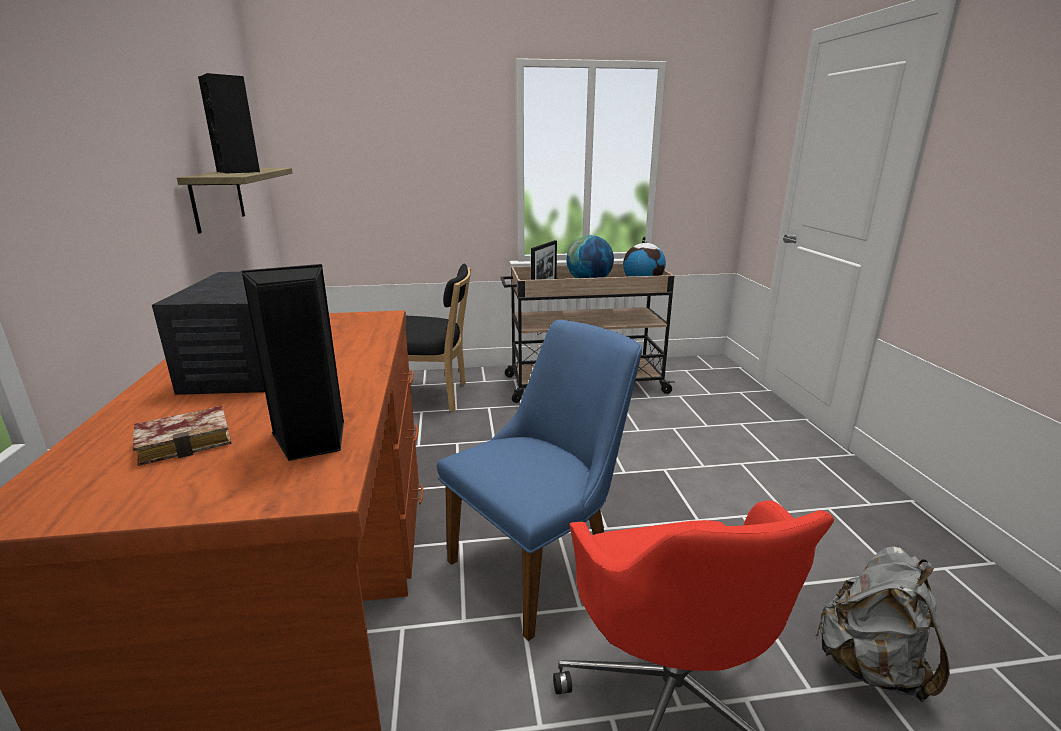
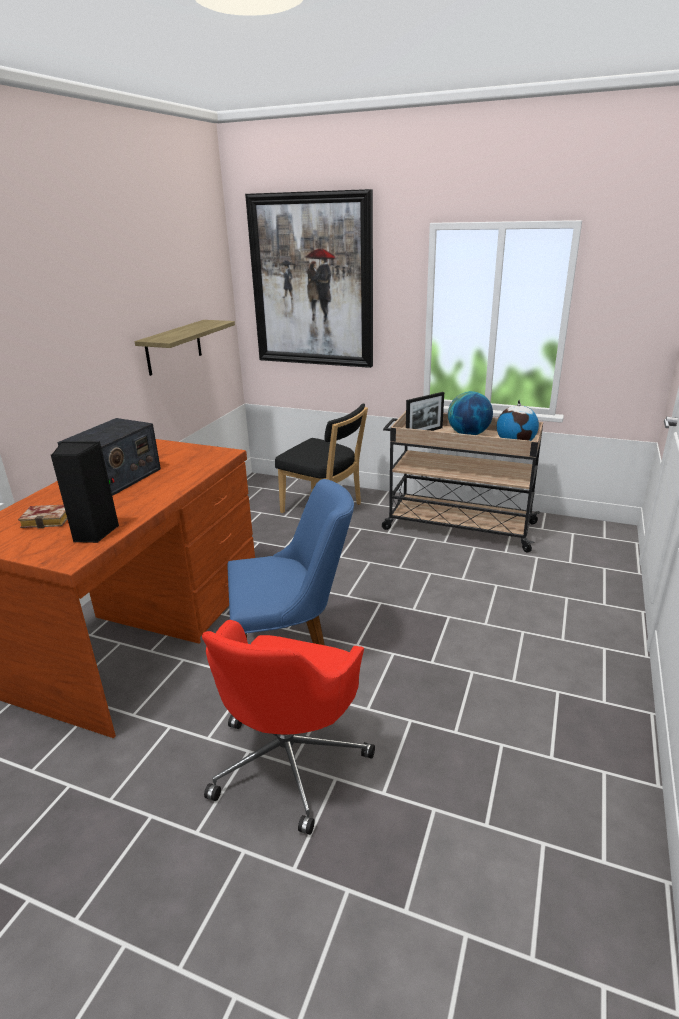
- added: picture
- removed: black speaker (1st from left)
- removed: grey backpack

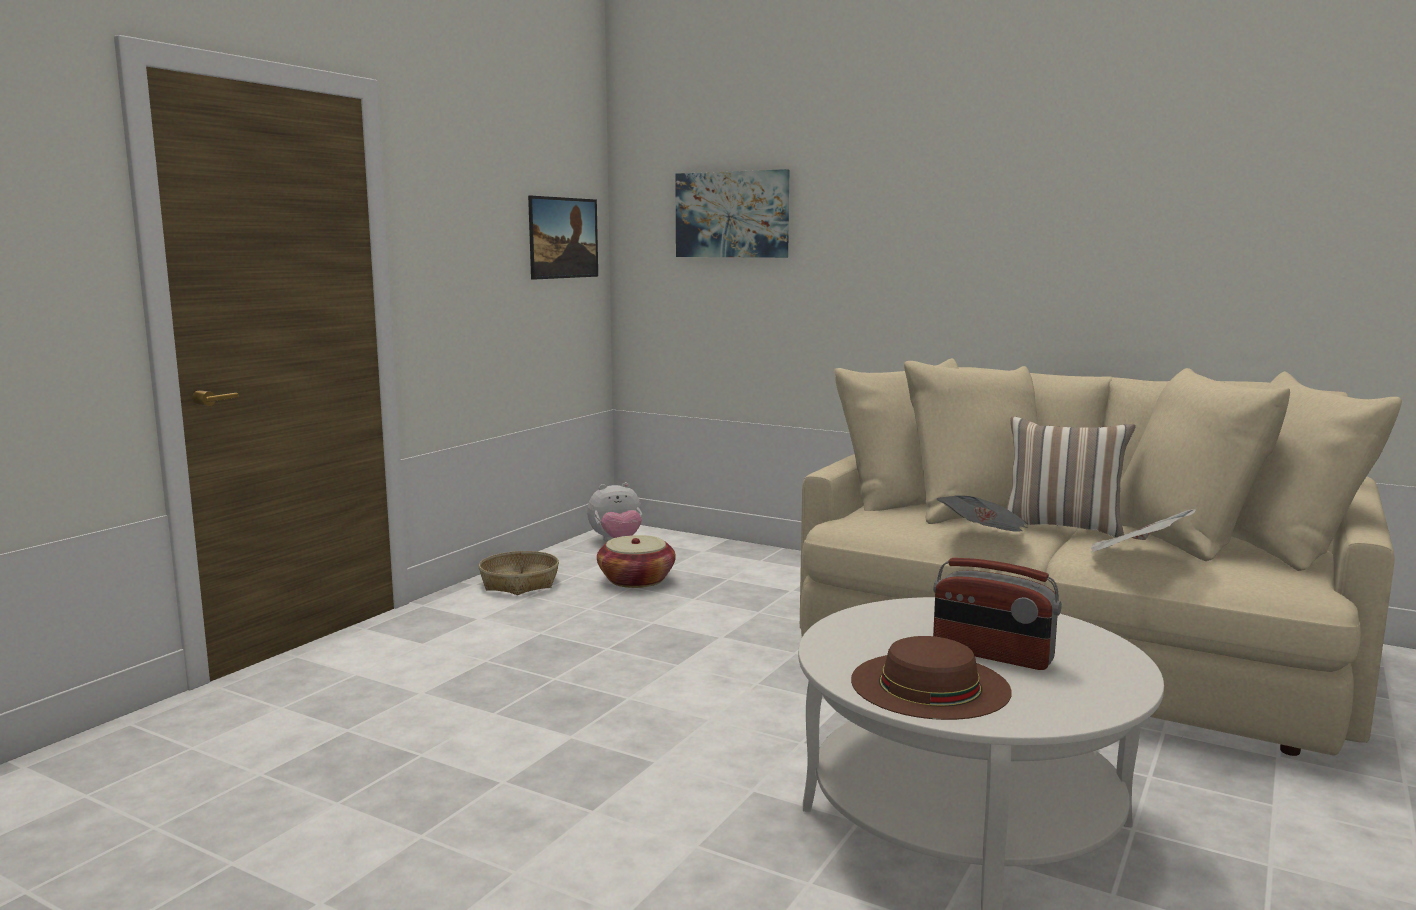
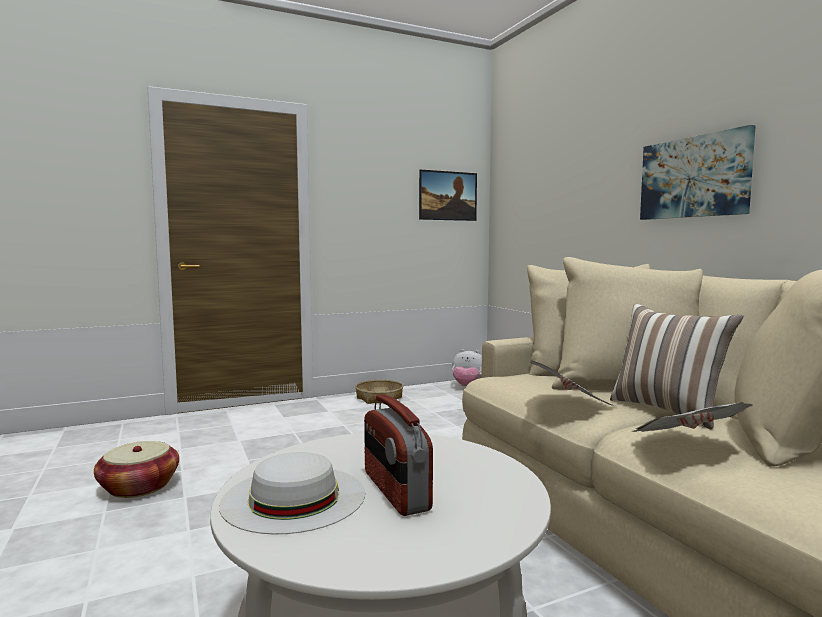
- moved: basket (2nd from left in the first image) to basket (1st from left)
- recoloured: brown hat to white hat
- moved: picture (2nd from left)

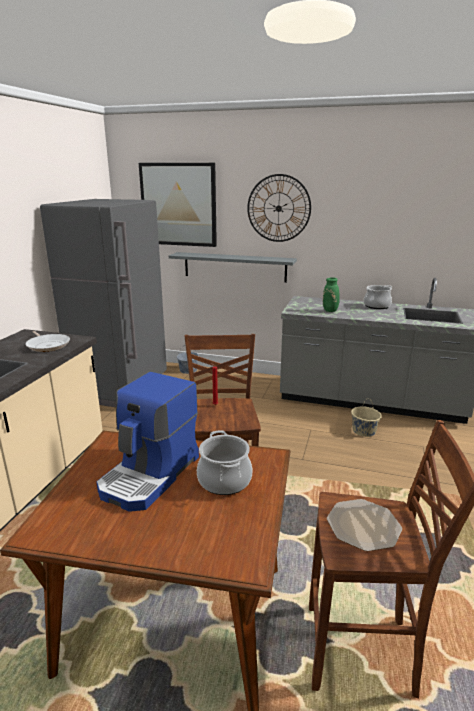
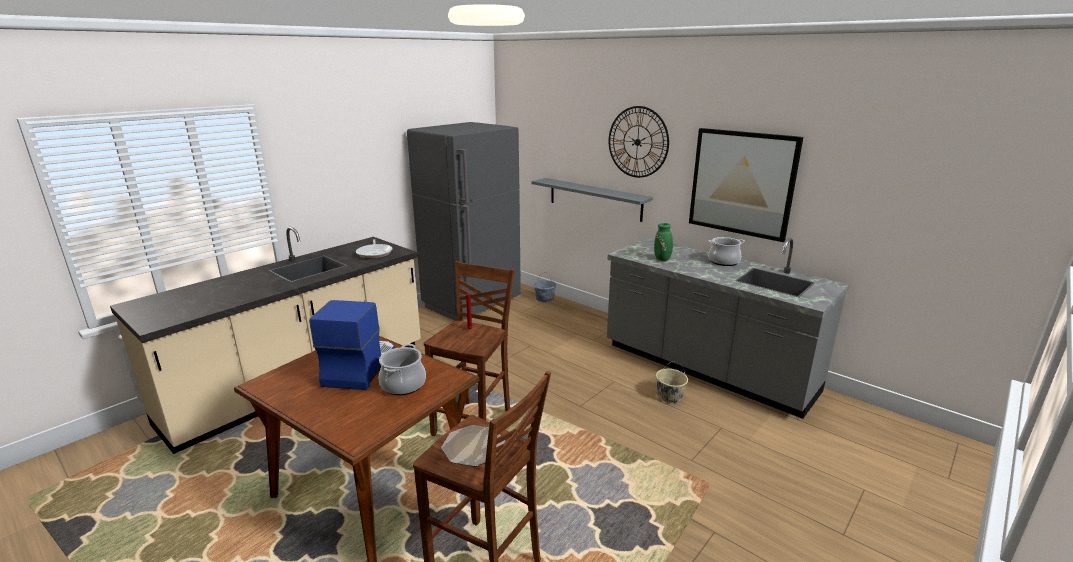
- turned: coffee machine 135 degrees clockwise
- moved: picture

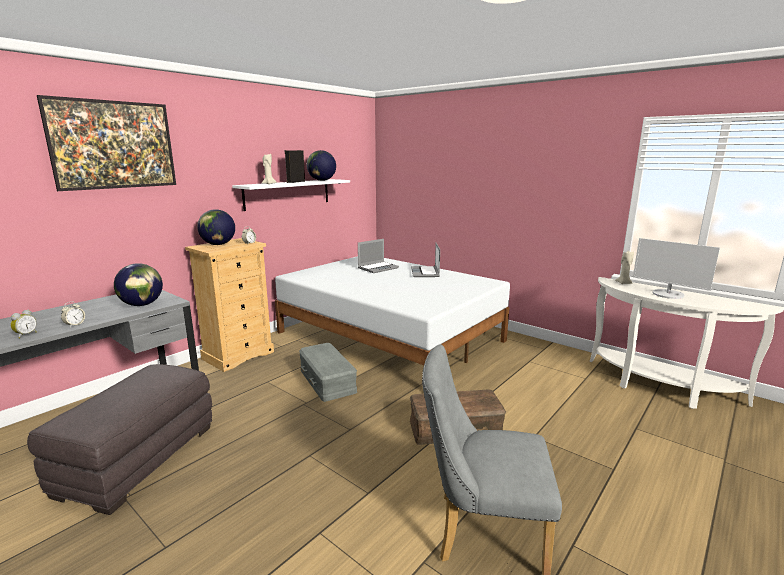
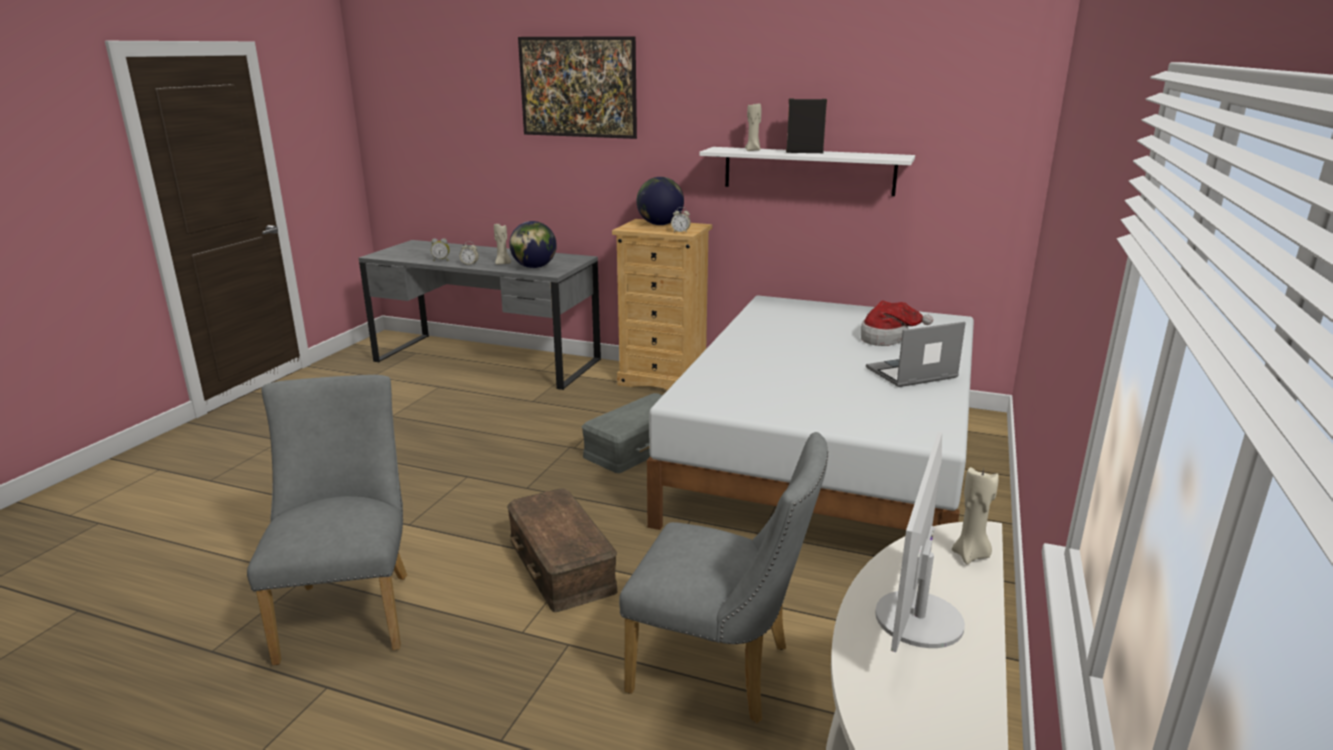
- added: beige candle (1st from left)
- added: grey chair (2nd from left)
- replaced: laptop (1st from left) to hat
- removed: grey ottoman
- removed: globe (3rd from left)

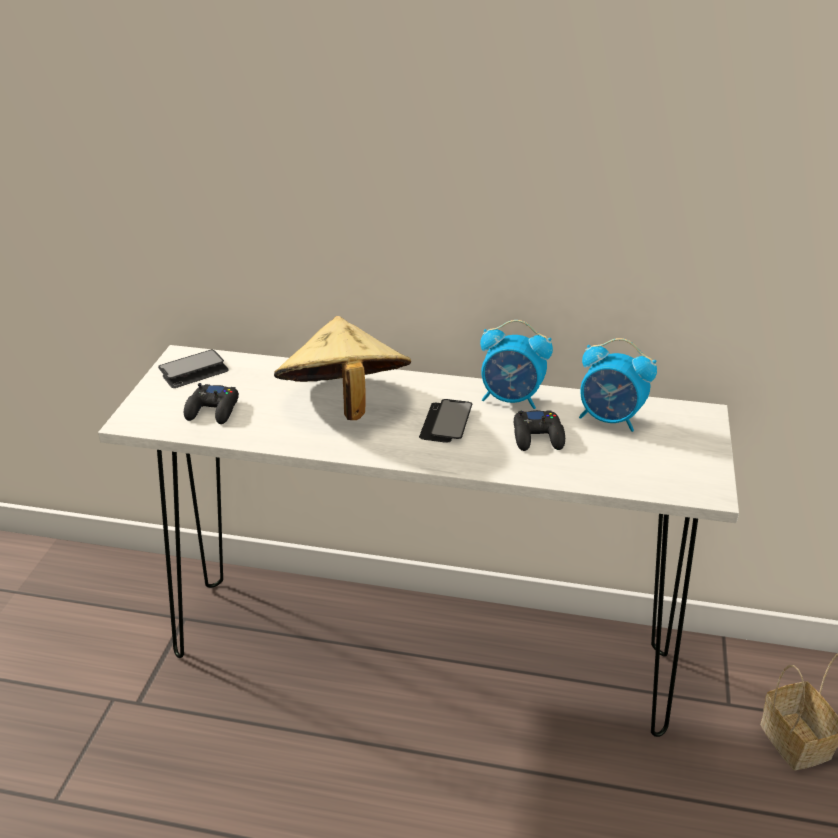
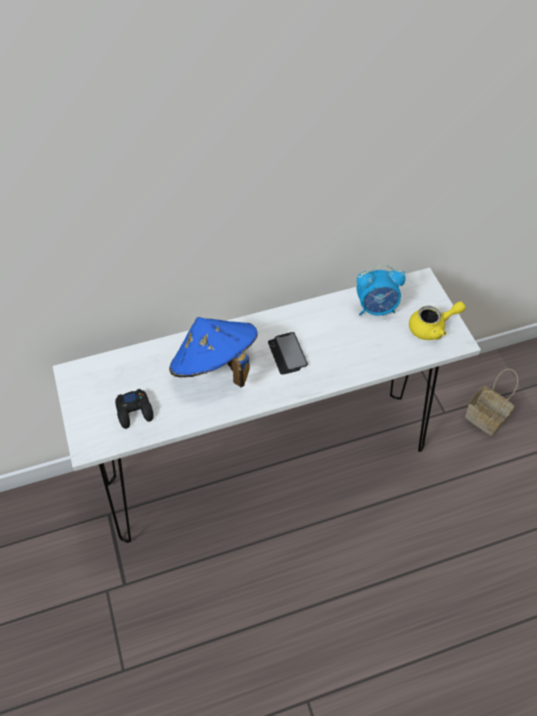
- recoloured: beige hat to blue hat
- added: yellow teapot
- removed: phone (1st from left)
- removed: alarm clock (1st from left)
- removed: black game controller (2nd from left)

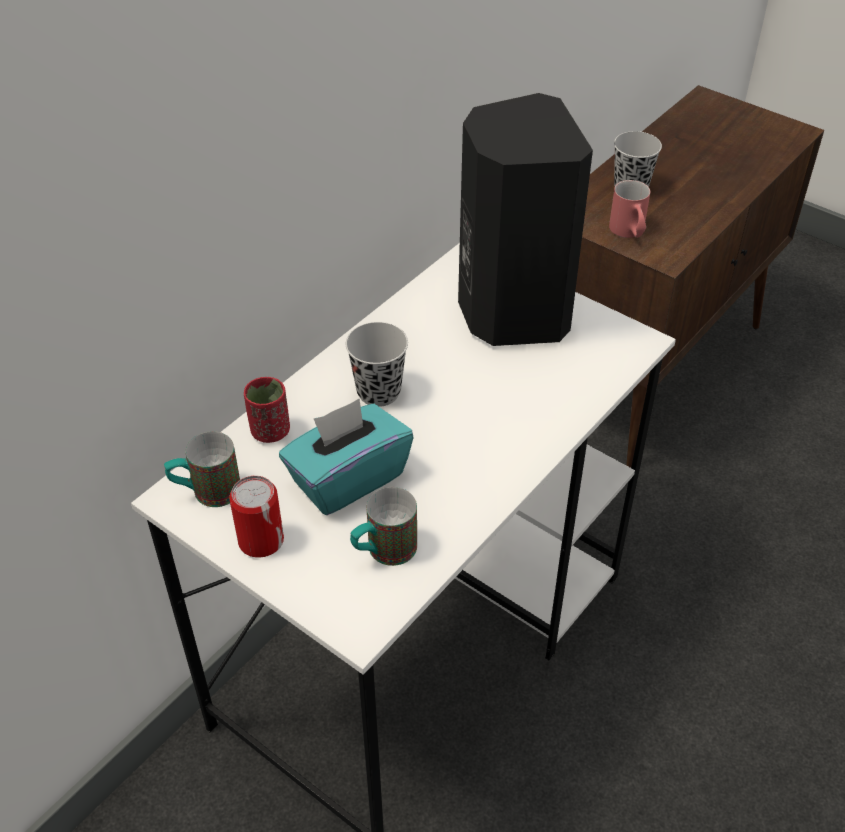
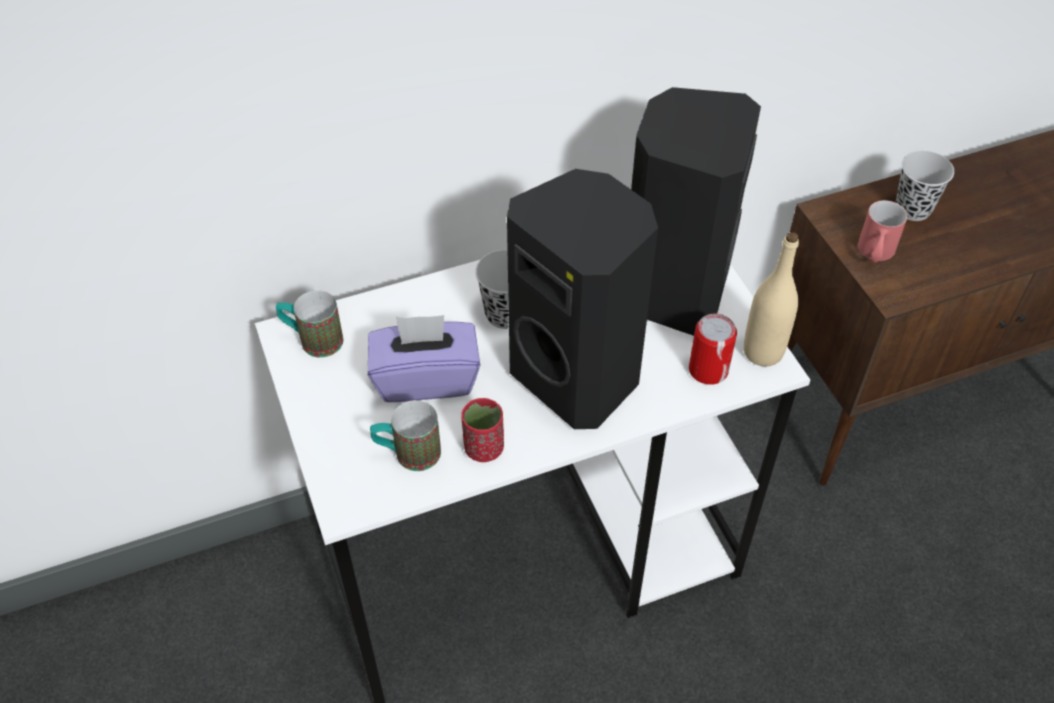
- recoloured: turquoise tissue box to purple tissue box
- moved: red cup
- added: black speaker (1st from left)
- moved: can
- added: beige bottle

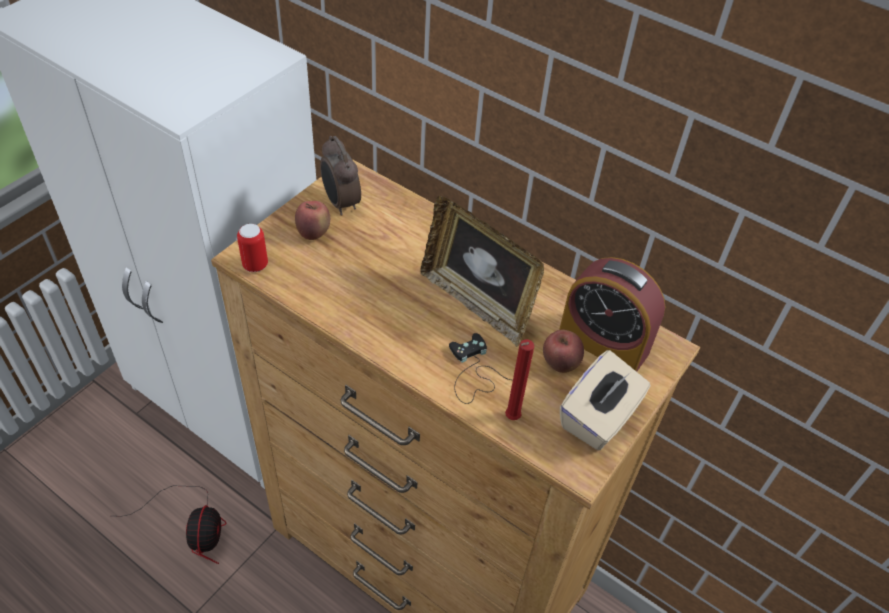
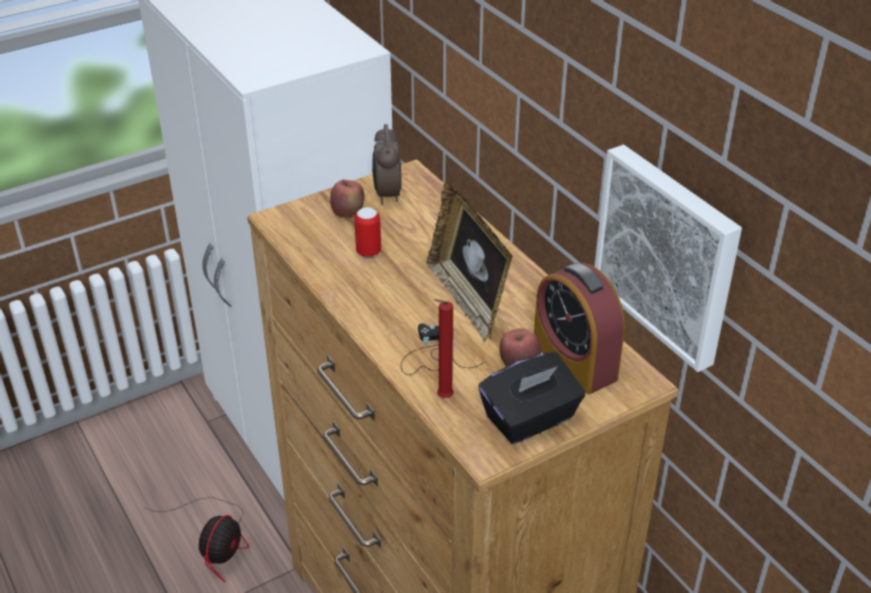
- moved: can
- recoloured: beige tissue box to black tissue box
- added: picture

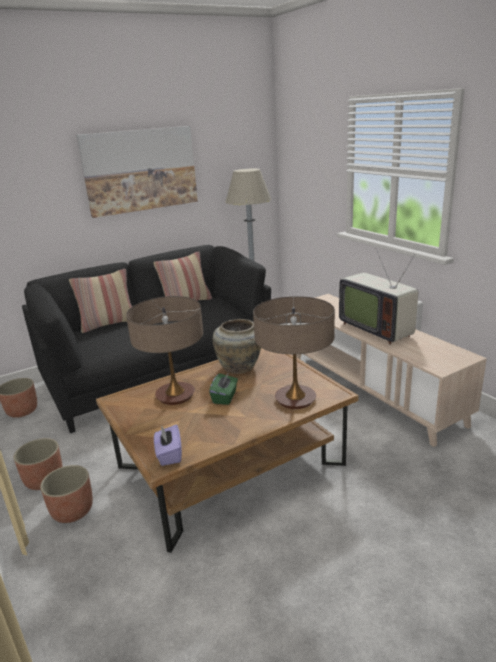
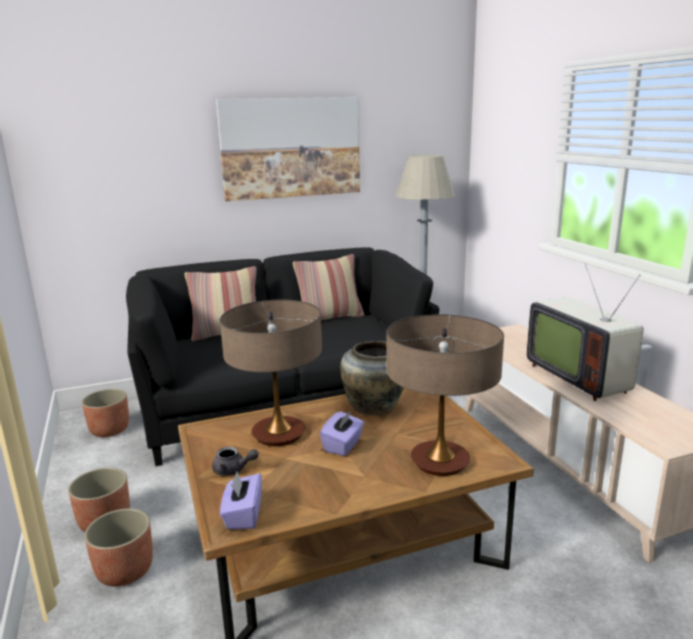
- added: grey teapot
- recoloured: green tissue box to purple tissue box (2nd from left)

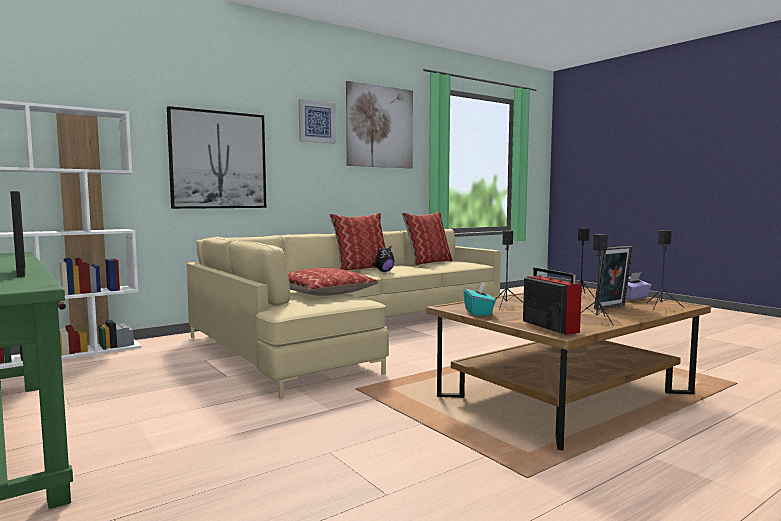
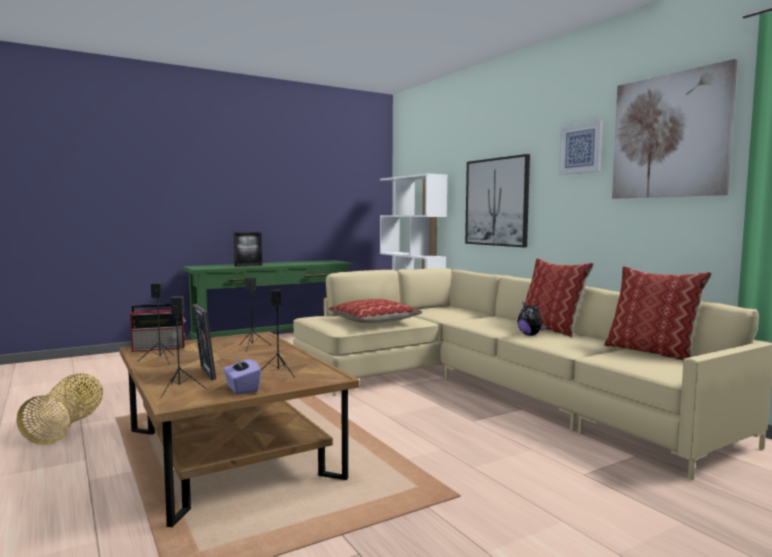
- added: basket
- removed: turquoise tissue box

